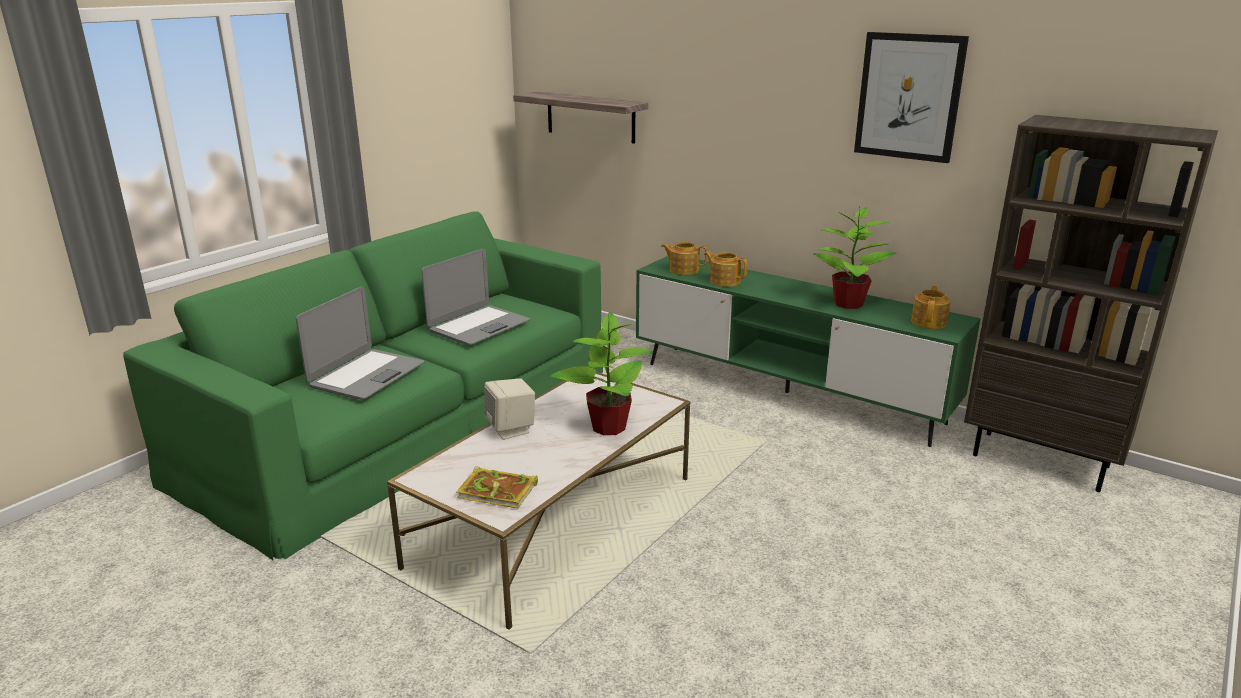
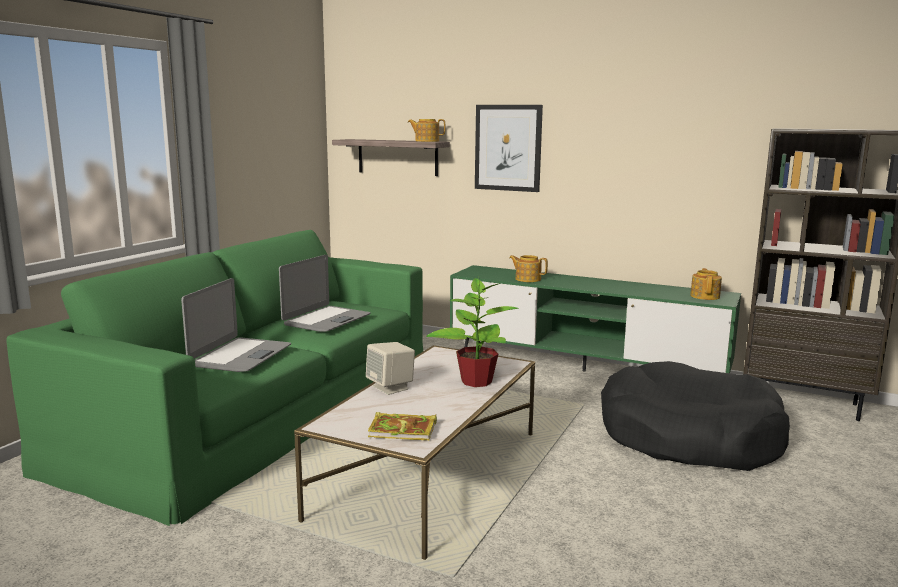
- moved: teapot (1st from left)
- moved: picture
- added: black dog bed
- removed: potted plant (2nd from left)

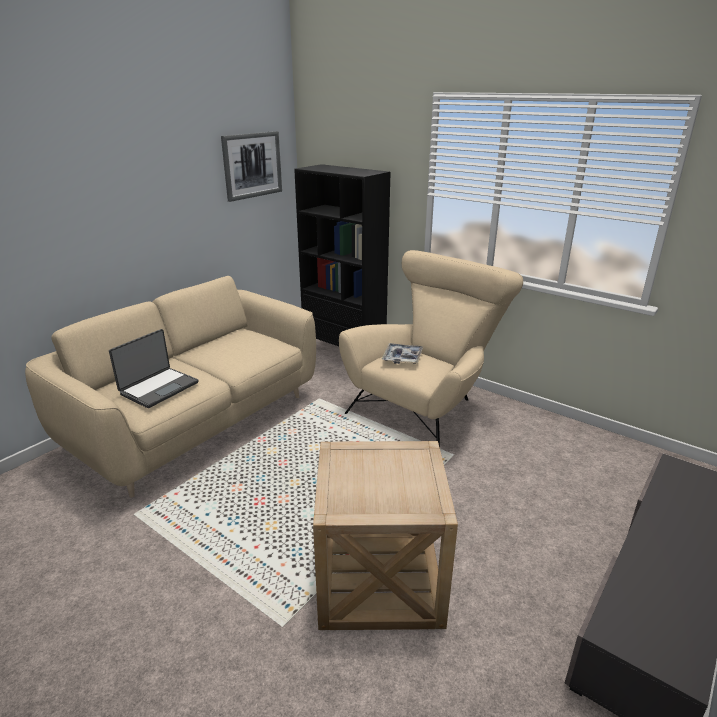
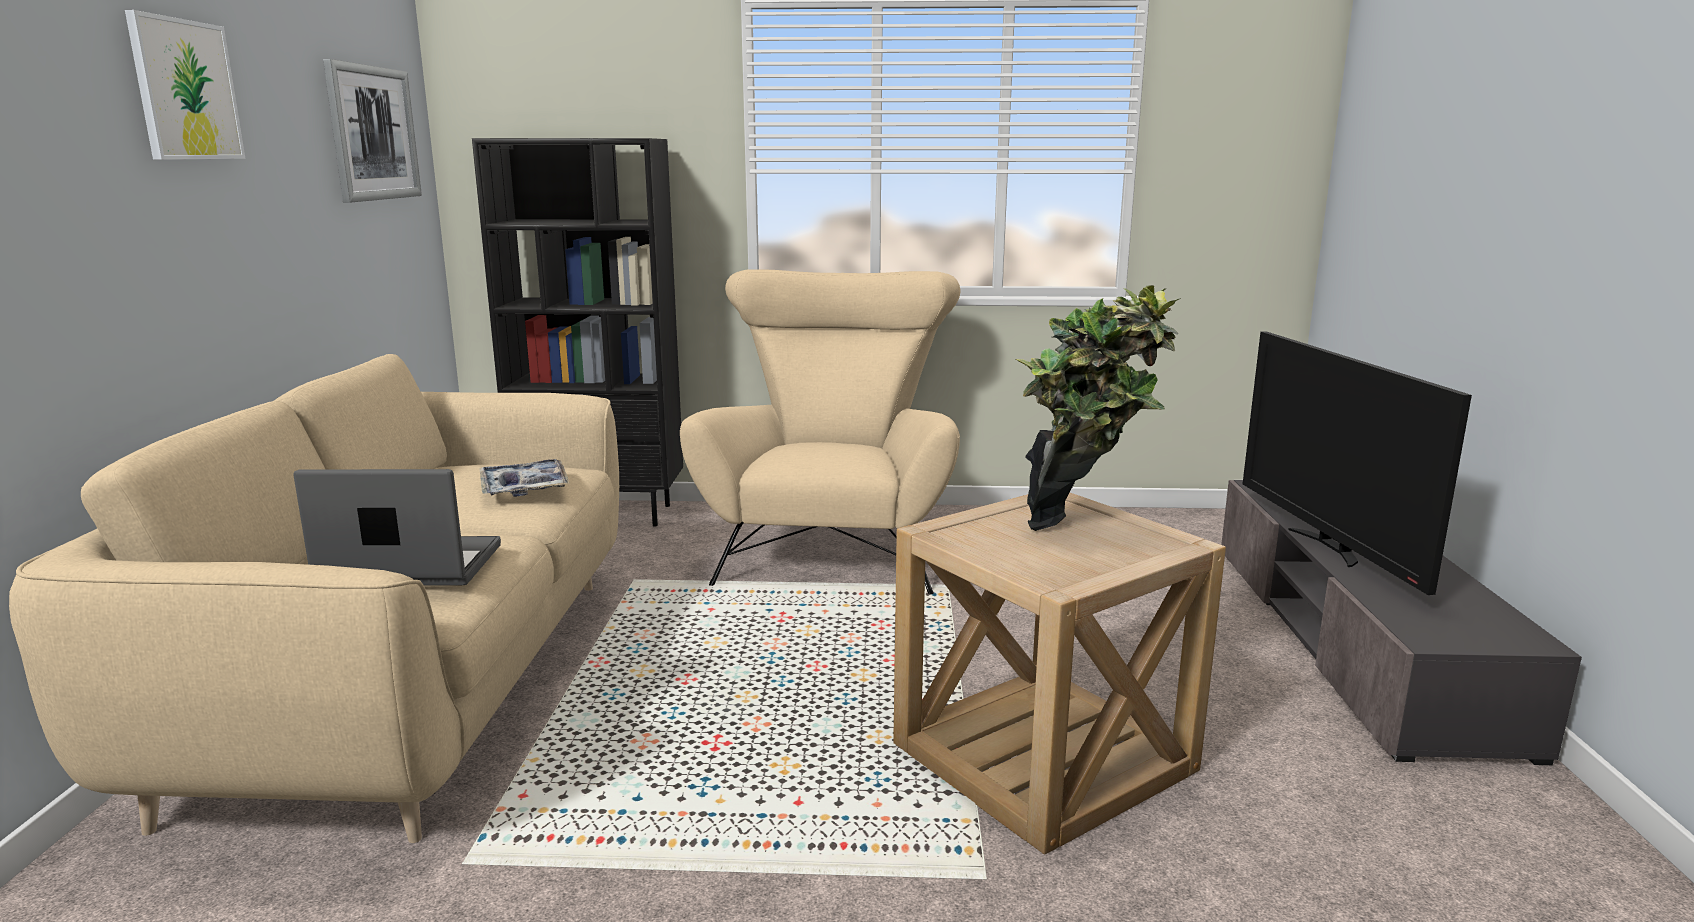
- added: picture (1st from left)
- turned: laptop 90 degrees counterclockwise
- moved: tray
- added: potted plant
- added: television

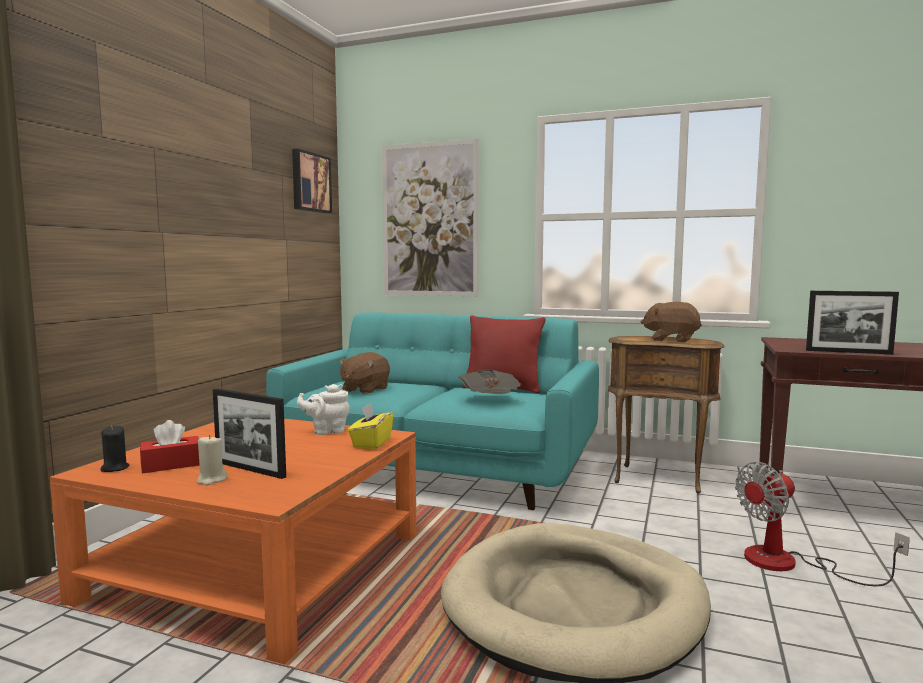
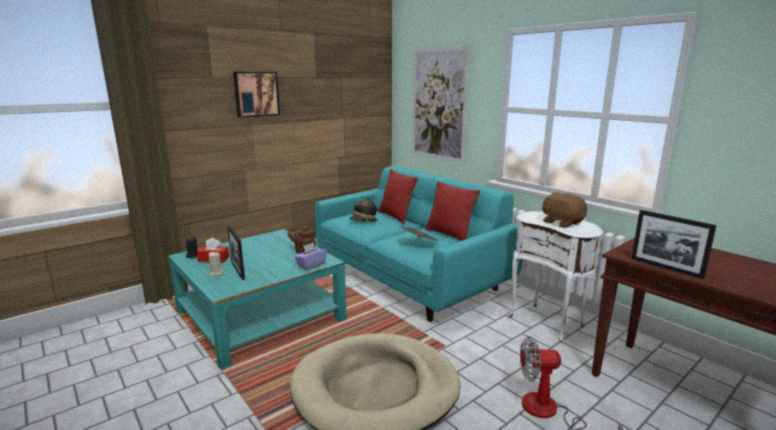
- recoloured: orange coffee table to turquoise coffee table
- moved: picture (1st from left)
- recoloured: white teapot to brown teapot
- recoloured: yellow tissue box to purple tissue box
- replaced: brown plush toy (1st from left) to hat
- added: red pillow (1st from left)
- recoloured: brown side table to white side table

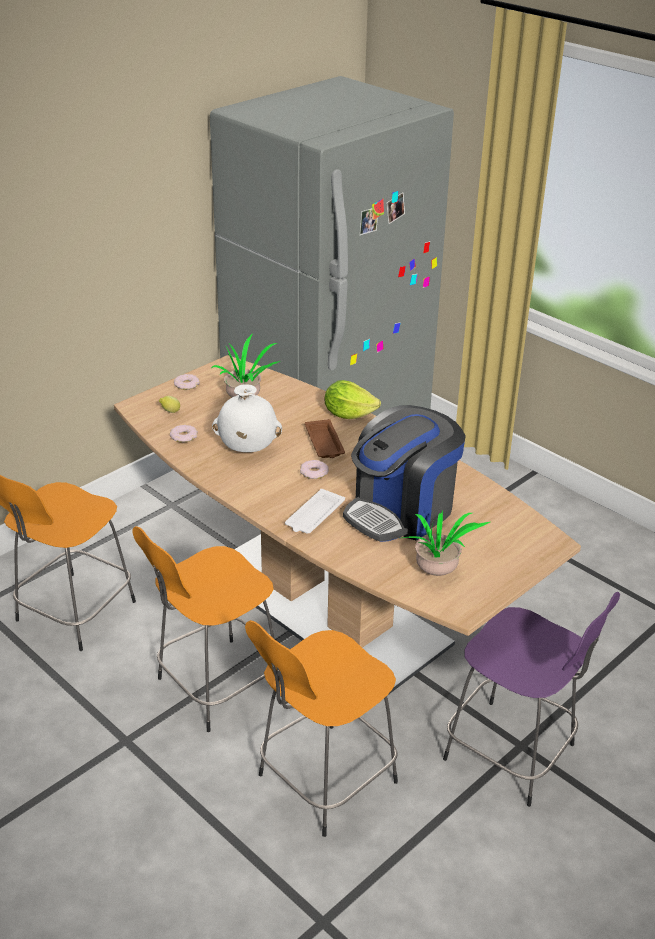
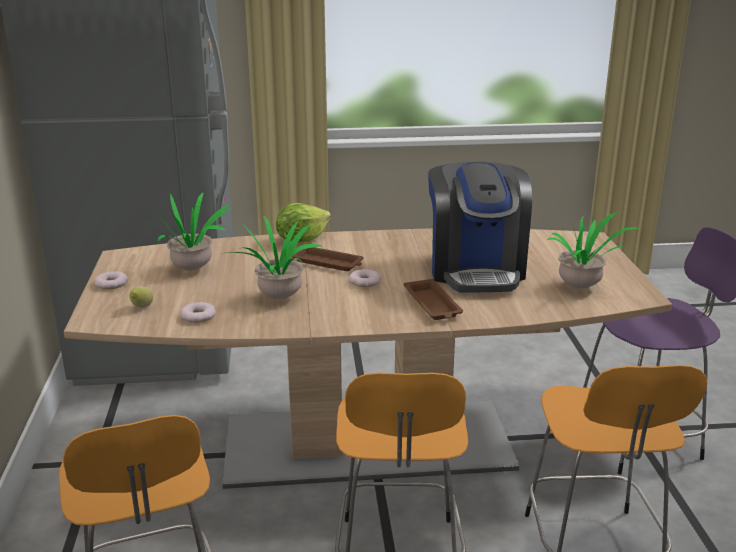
- replaced: white vase to potted plant (2nd from left)
- recoloured: white tray to brown tray (2nd from left)

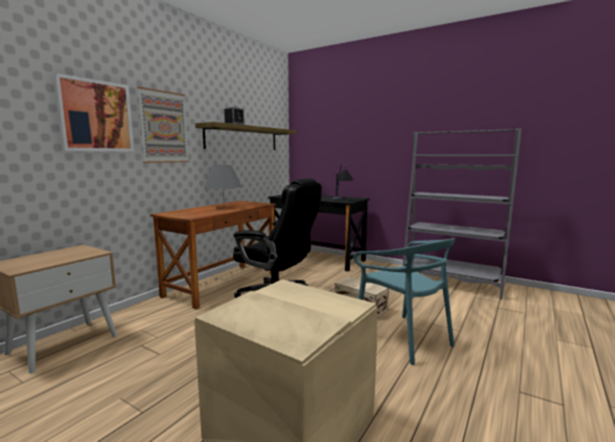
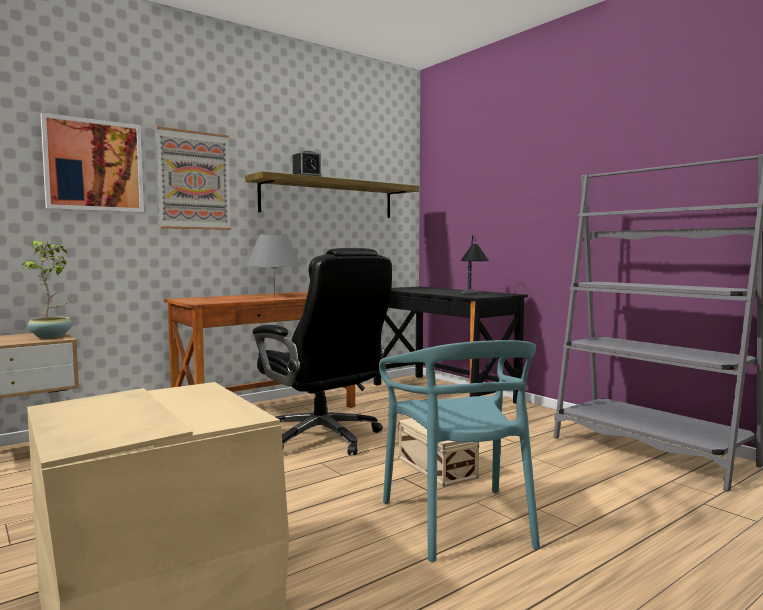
- added: potted plant

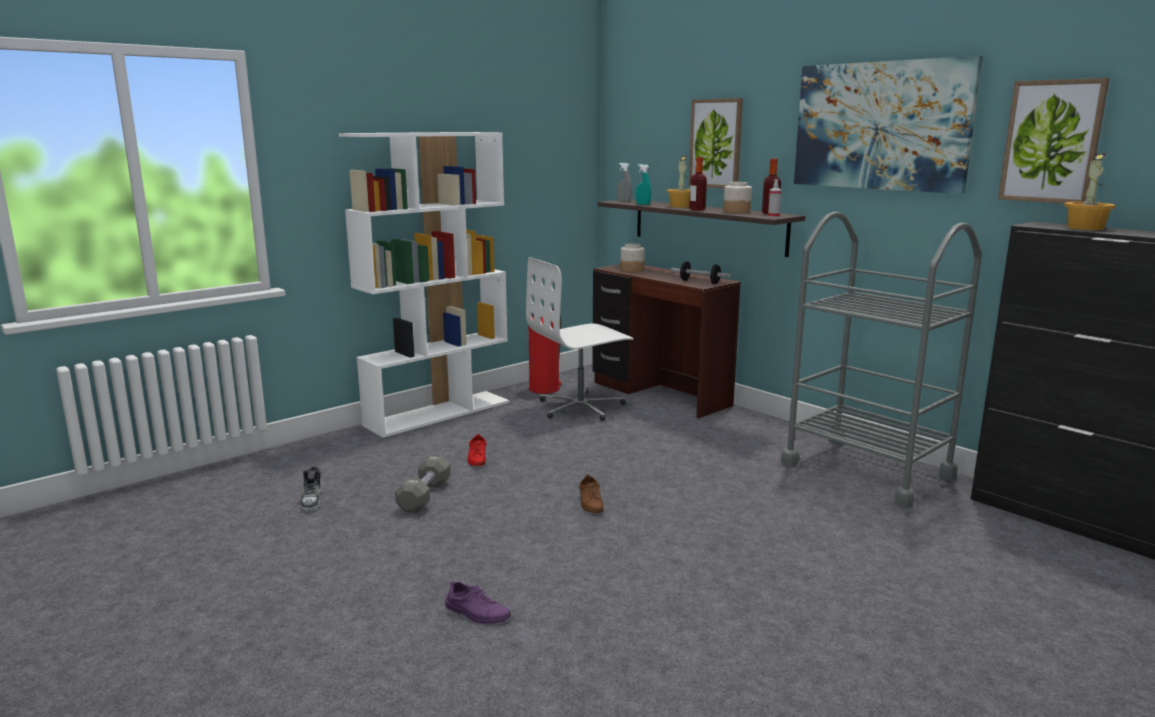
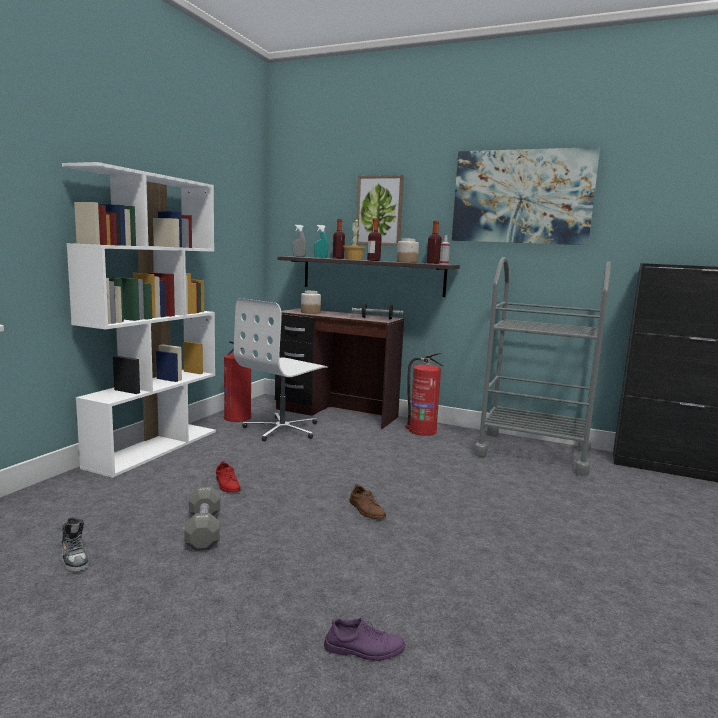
- added: bottle (1st from left)
- added: fire extinguisher (2nd from left)
- removed: picture (3rd from left)
- removed: potted plant (2nd from left)

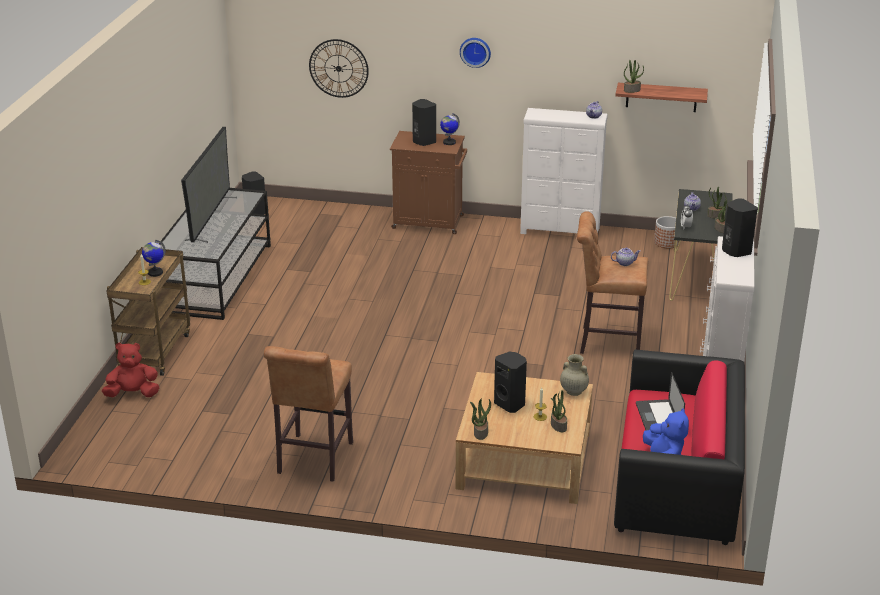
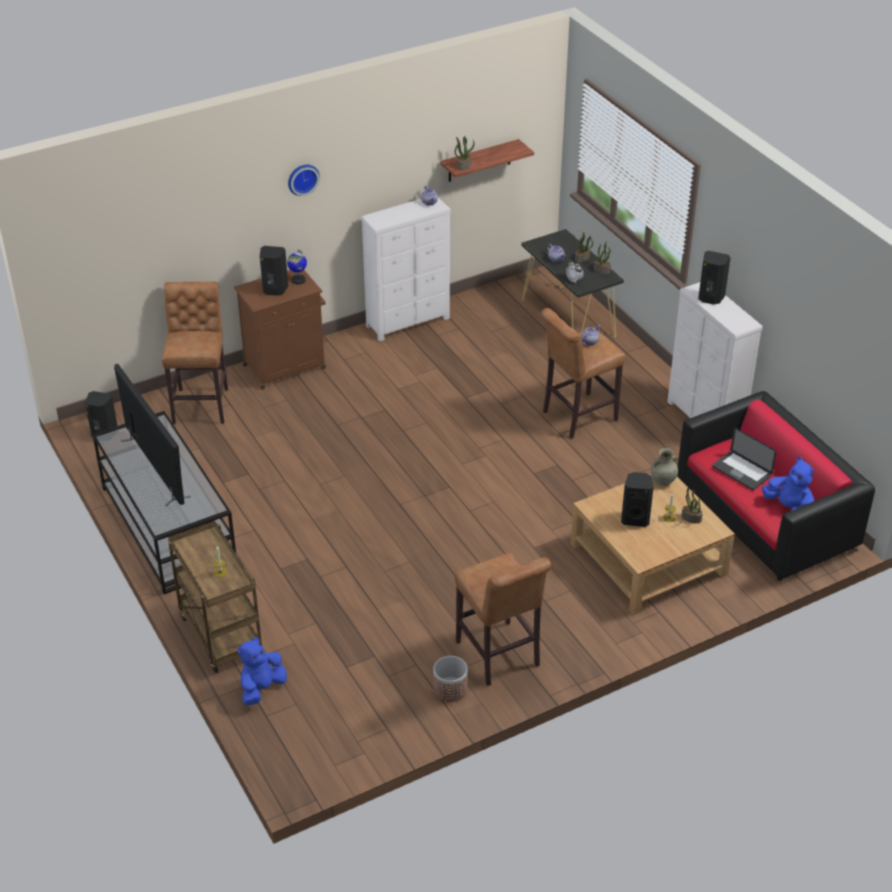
- added: brown stool (1st from left)
- recoloured: red plush toy to blue plush toy (1st from left)
- moved: planter
- removed: globe (1st from left)
- removed: wall clock (1st from left)
- removed: potted plant (1st from left)

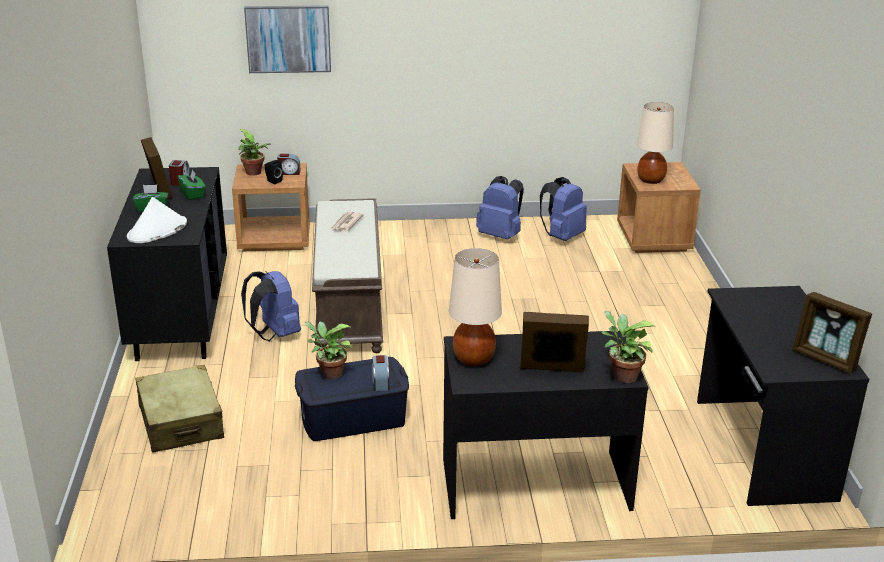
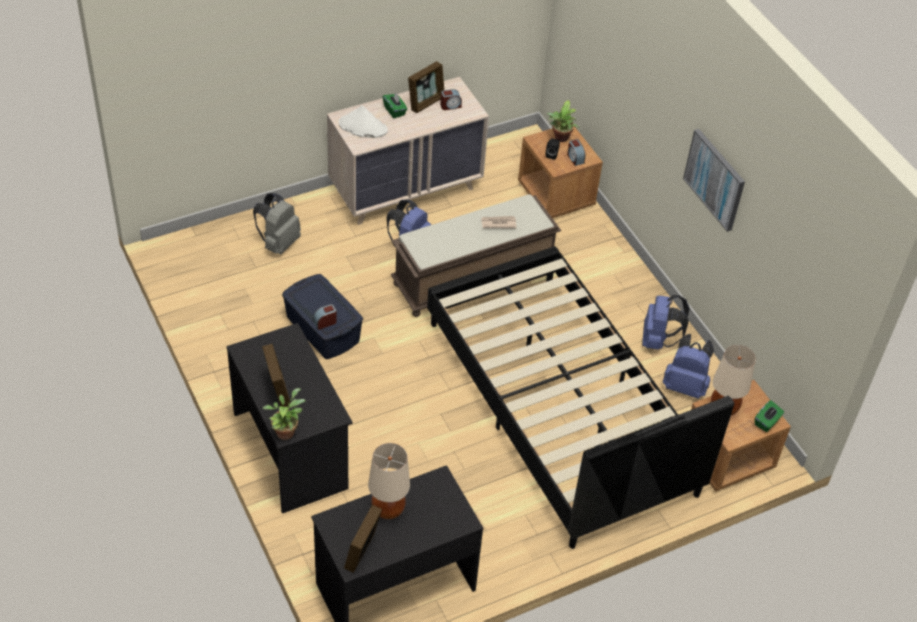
- replaced: beige suitcase to grey backpack
- recoloured: black dresser to beige dresser
- moved: beige table lamp (1st from left)
- added: black bed
- moved: picture
- moved: green tissue box (2nd from left)
- removed: potted plant (2nd from left)

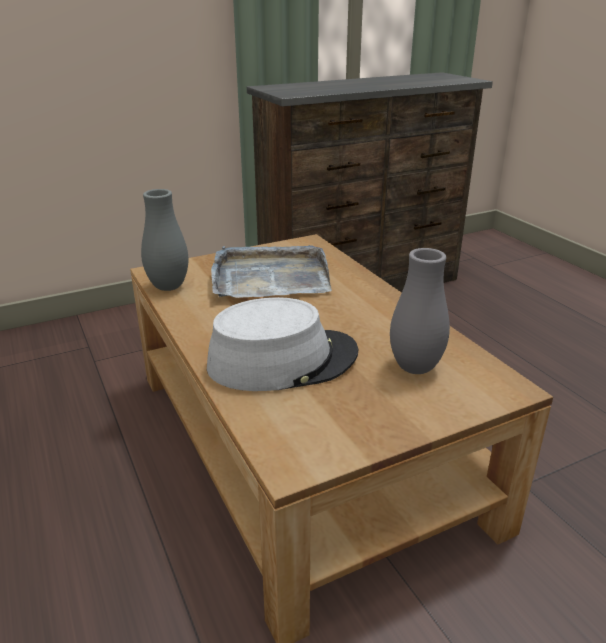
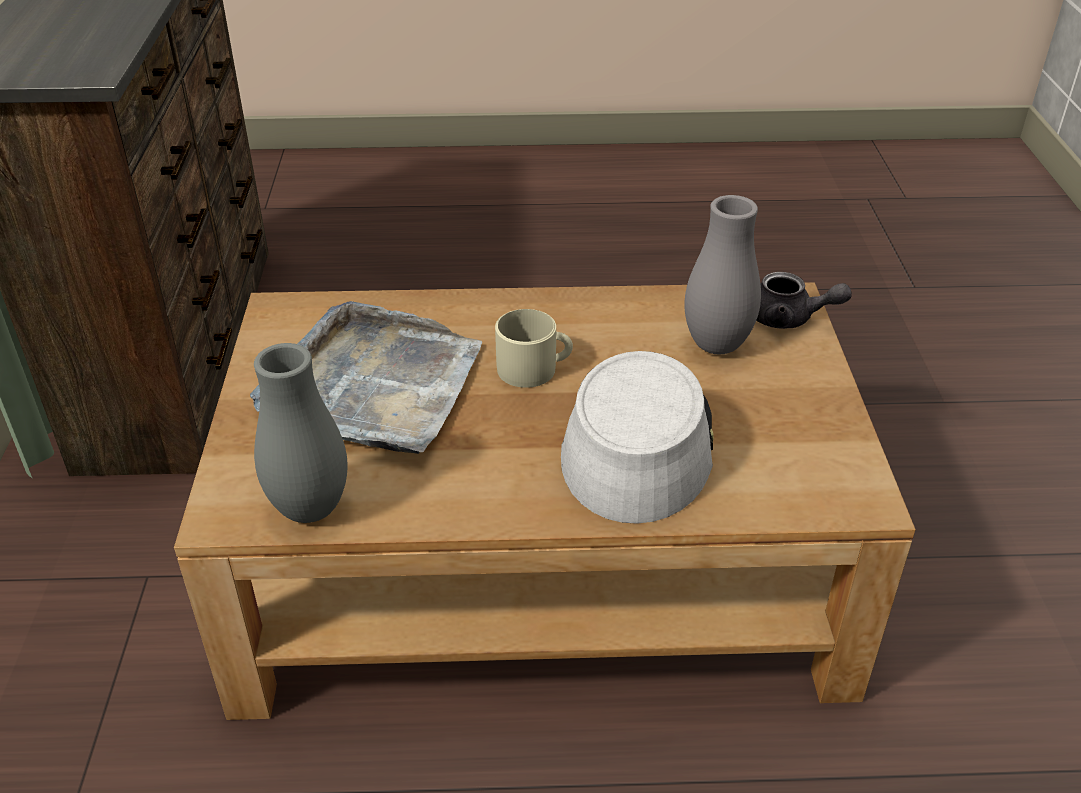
- added: beige mug
- added: grey teapot

